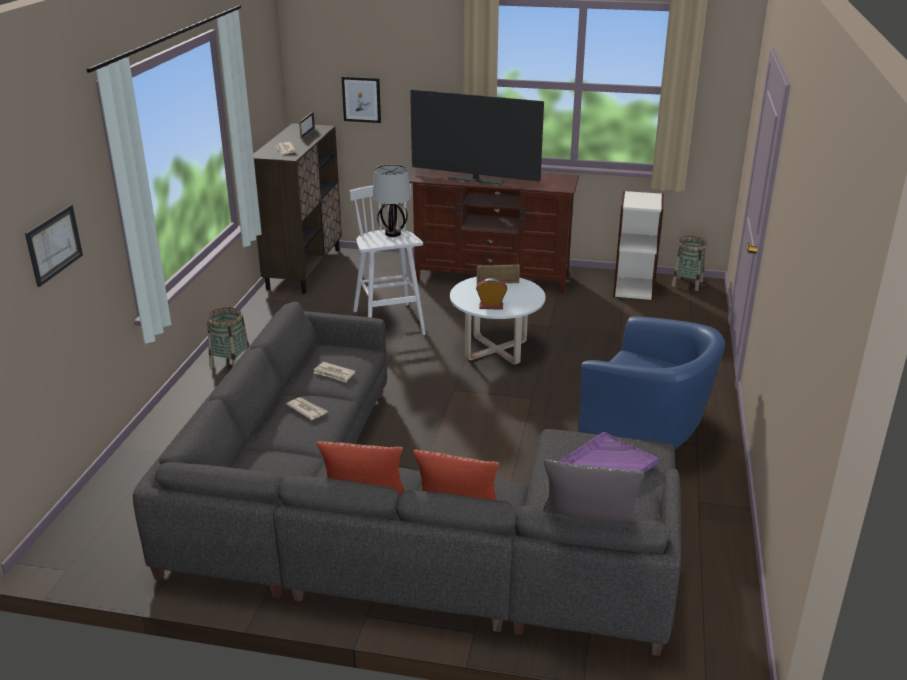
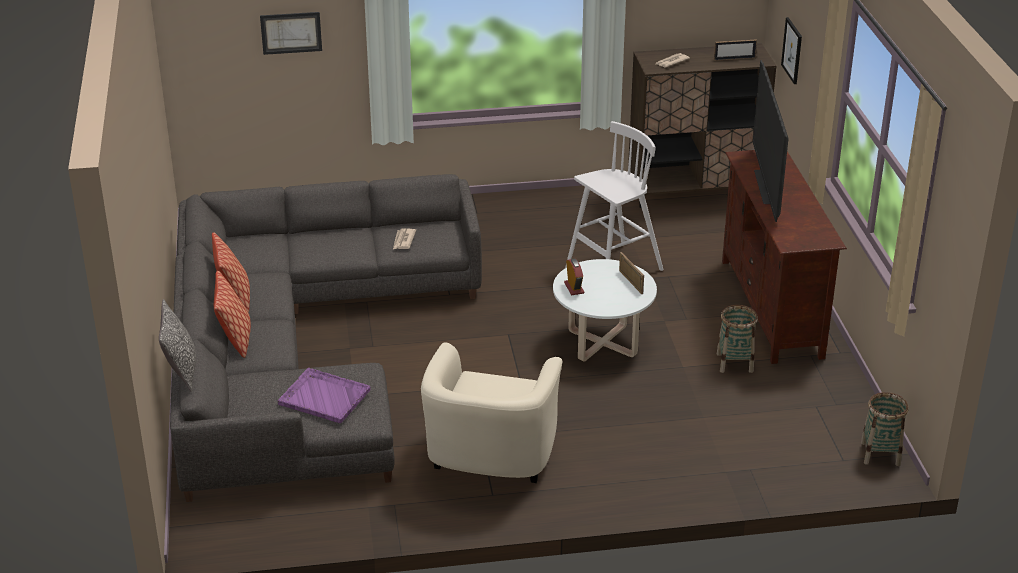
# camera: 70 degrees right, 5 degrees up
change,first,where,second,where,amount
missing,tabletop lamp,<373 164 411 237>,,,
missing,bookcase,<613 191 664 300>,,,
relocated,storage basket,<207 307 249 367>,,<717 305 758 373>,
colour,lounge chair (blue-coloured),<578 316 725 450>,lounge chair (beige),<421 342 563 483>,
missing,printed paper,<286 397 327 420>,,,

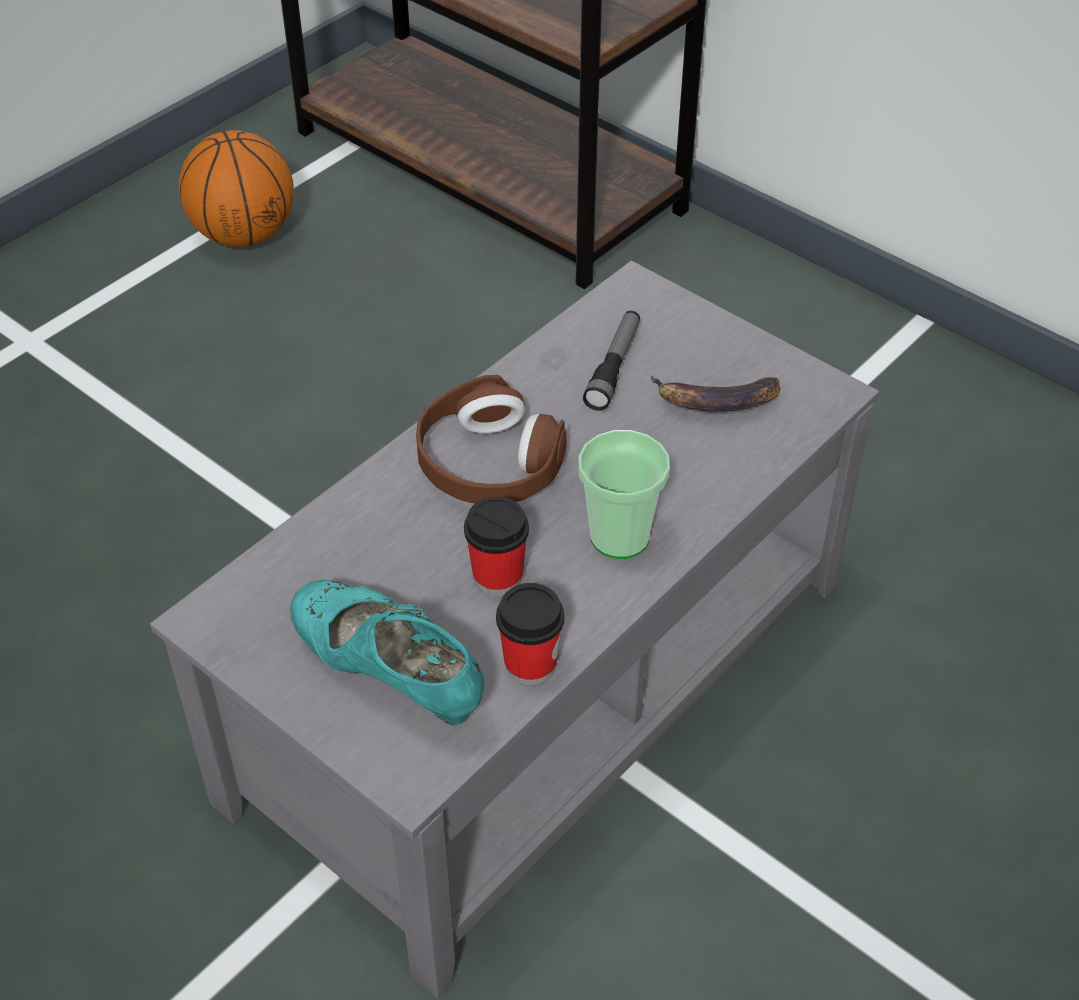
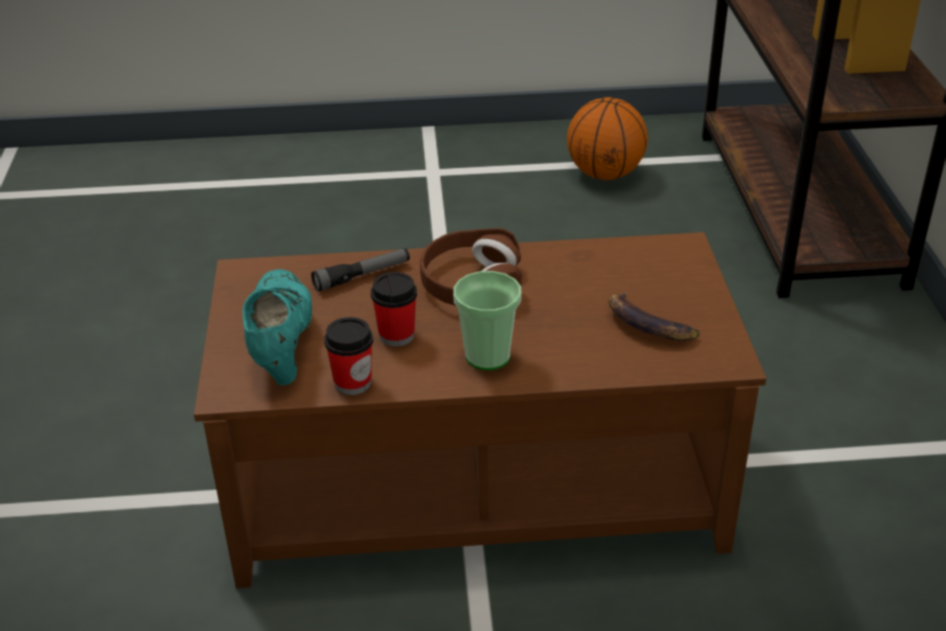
# camera: 45 degrees right, 10 degrees down
change,first,where,second,where,amount
colour,coffee table (grey),<150 261 879 999>,coffee table (brown),<194 232 767 588>,
relocated,flashlight,<583 311 640 411>,,<311 248 410 292>,

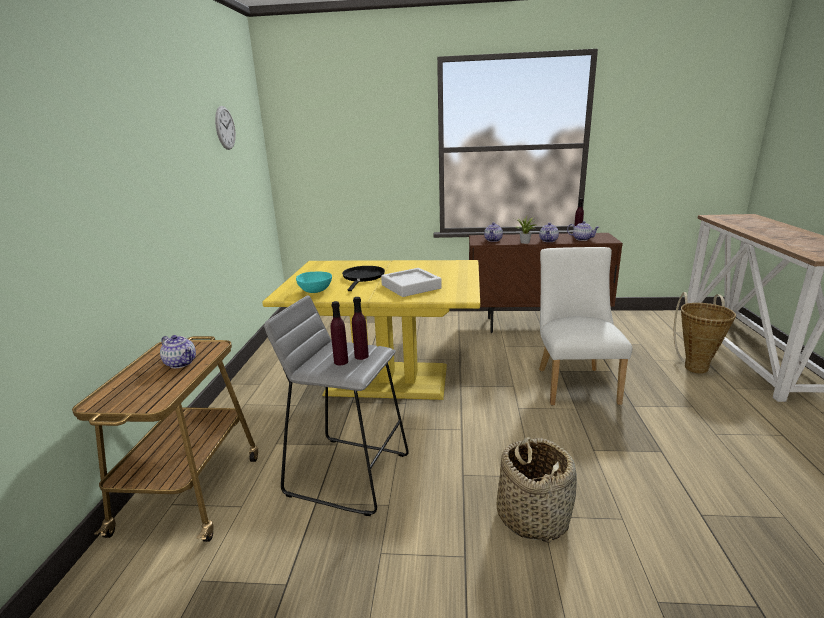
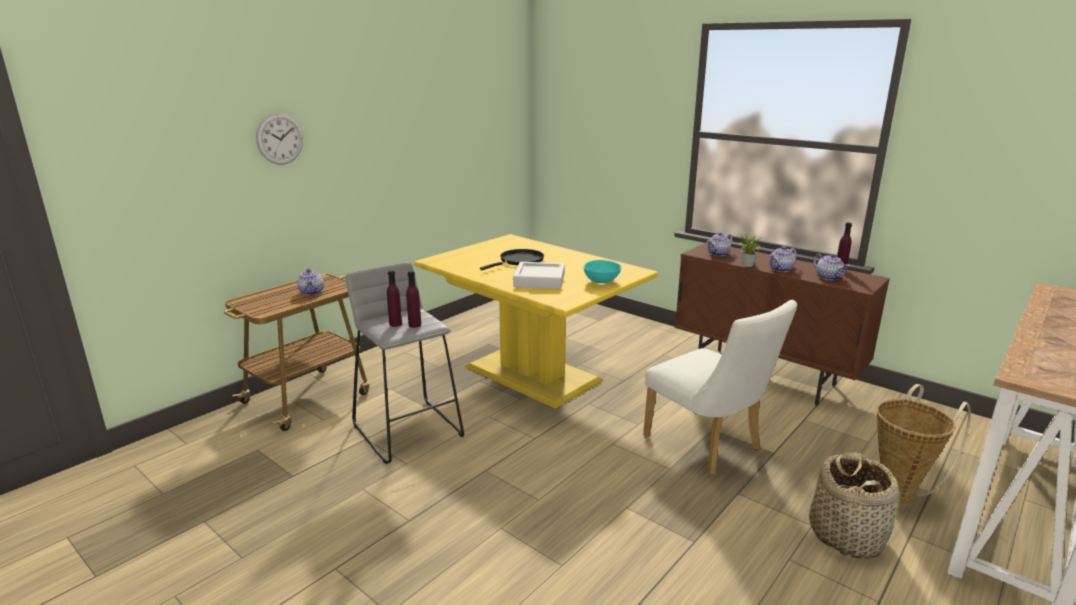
# camera: 35 degrees right, 0 degrees up
change,first,where,second,where,amount
relocated,hanging clock,<215 106 236 150>,,<256 113 303 165>,
spun,upright chair (white-coloured),<539 247 632 406>,,<643 300 797 475>,105 degrees clockwise
relocated,bowl (turquoise),<296 271 332 293>,,<583 260 621 283>,
relocated,storage basket,<497 437 577 543>,,<809 452 899 558>,

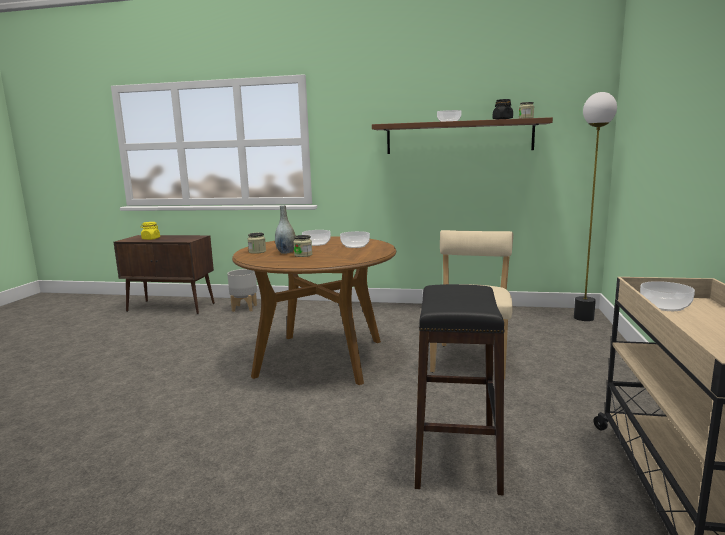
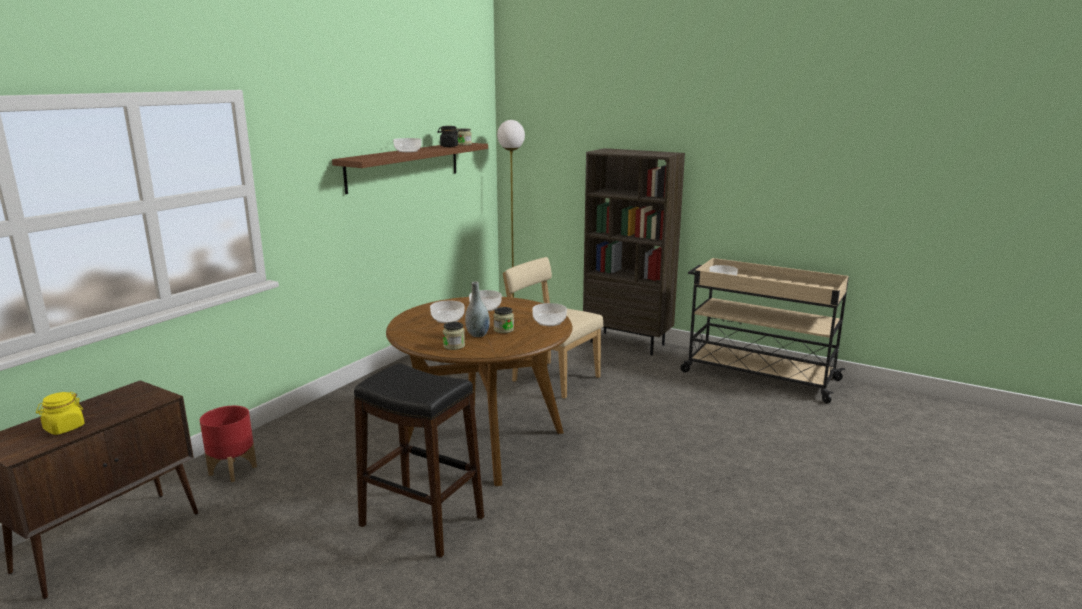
# camera: 70 degrees left, 5 degrees up
change,first,where,second,where,amount
colour,plant pot (grey),<227 269 257 312>,plant pot (reddish),<200 406 257 482>,
relocated,stool seat (black),<415 284 505 496>,,<354 364 484 558>,
appeared,,,bookcase (brown),<583 148 685 355>,
appeared,,,bowl,<532 303 567 326>,

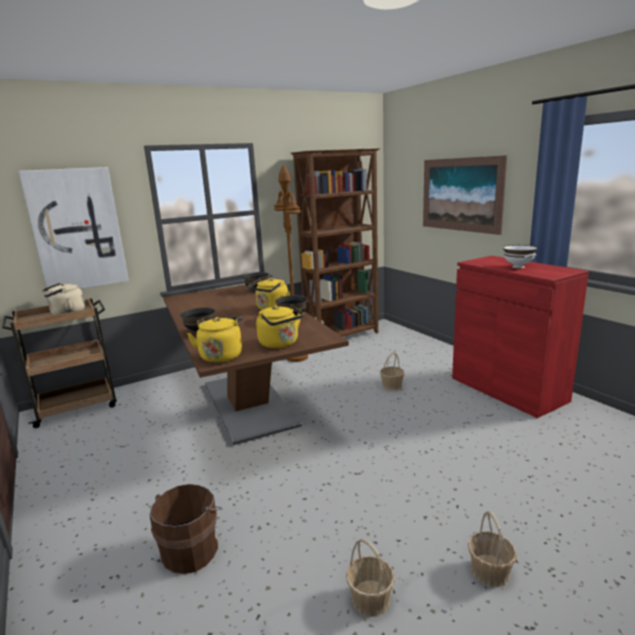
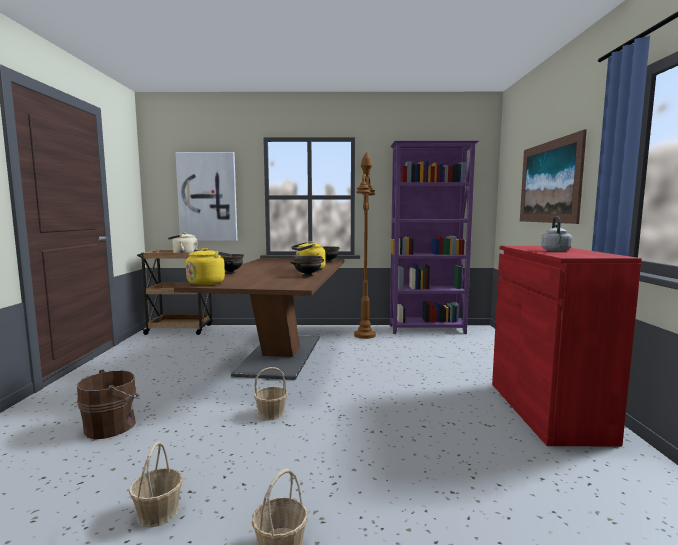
# camera: 30 degrees right, 10 degrees down
change,first,where,second,where,amount
colour,bookcase (brown),<291 148 380 337>,bookcase (purple-coloured),<390 141 479 334>,
exchanged,bowl (white-coloured),<503 245 537 268>,tea kettle (grey),<541 216 572 251>,
missing,tea kettle (yellow-coloured),<256 305 304 348>,,,
relocated,storage basket,<380 352 405 391>,,<254 367 288 420>,

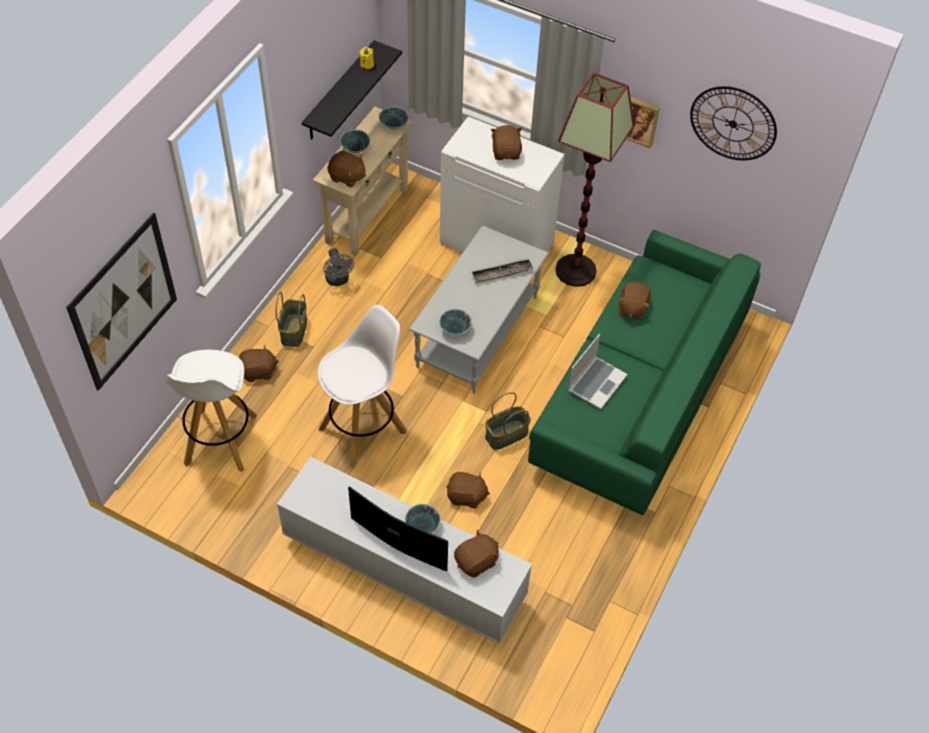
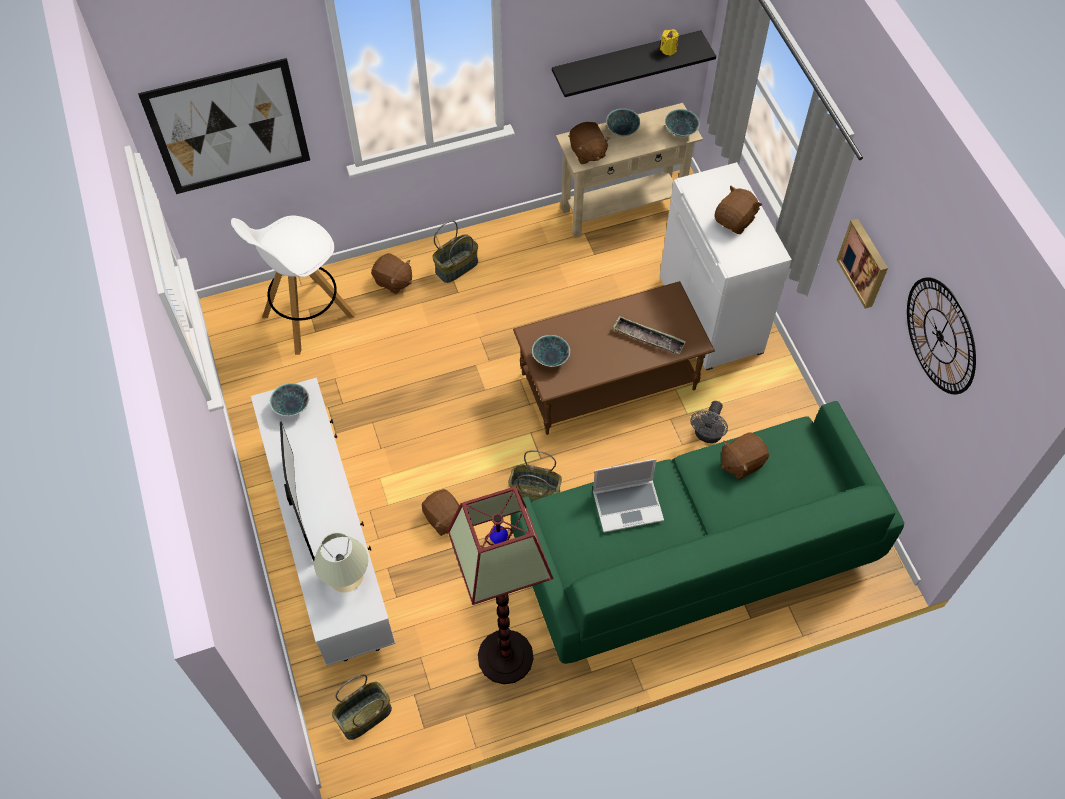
# camera: 45 degrees right, 5 degrees up
change,first,where,second,where,amount
relocated,standing lamp,<555 73 634 287>,,<447 486 554 684>,
colour,coffee table (grey),<409 225 549 394>,coffee table (brown),<513 281 715 435>,
relocated,electric fan (grey),<323 248 354 286>,,<690 401 728 443>,
missing,stool seat (white-coloured),<318 305 407 467>,,,
relocated,bowl,<405 504 441 534>,,<270 383 309 416>,
exchanged,soft toy (brown),<454 529 499 578>,tabletop lamp (beige),<314 532 368 593>,
appeared,,,storage basket,<332 674 392 740>,

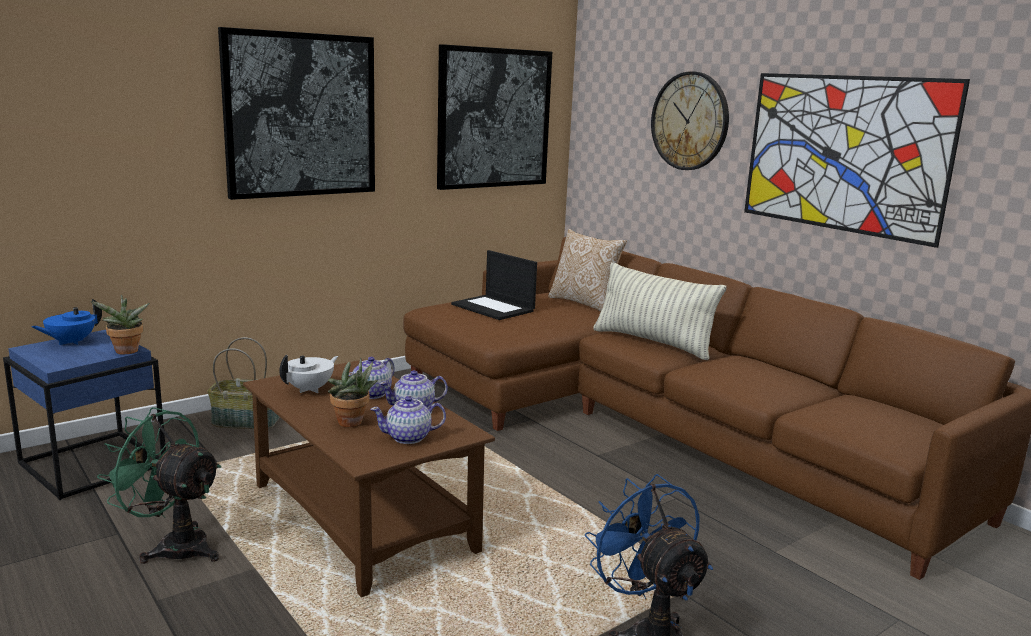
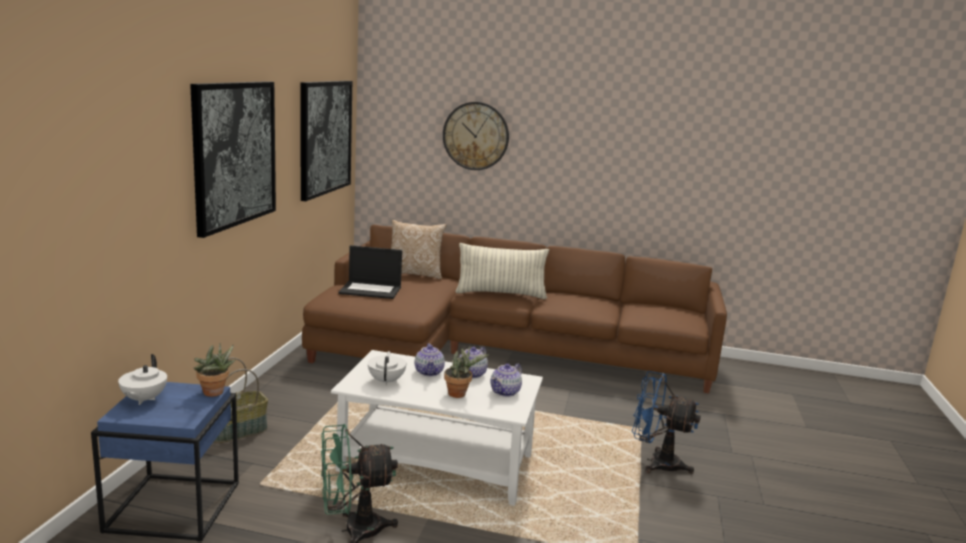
# camera: 40 degrees left, 0 degrees up
change,first,where,second,where,amount
missing,wall picture,<744 73 970 248>,,,
colour,pot for tea (blue-coloured),<31 299 102 345>,pot for tea (white-coloured),<118 354 167 405>,
colour,coffee table (brown),<243 359 495 597>,coffee table (white-coloured),<331 350 543 506>,

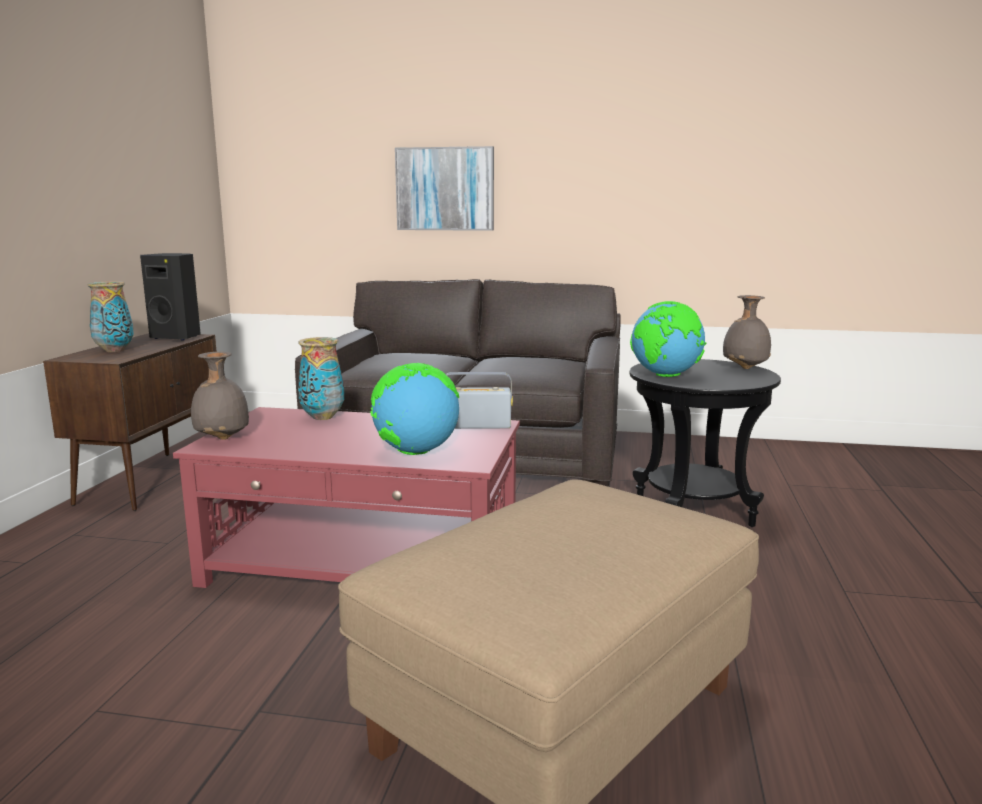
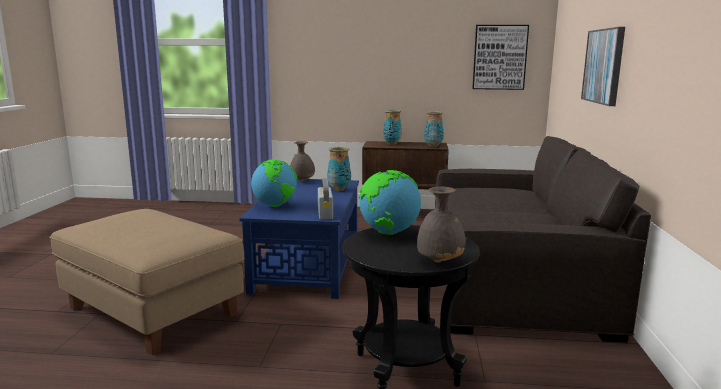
# camera: 85 degrees right, 0 degrees up
change,first,where,second,where,amount
exchanged,audio speaker (black),<140 253 201 341>,flower vase,<424 111 444 147>,
colour,coffee table (reddish),<173 407 520 588>,coffee table (blue-coloured),<239 179 359 299>,
appeared,,,wall picture,<472 25 529 90>,

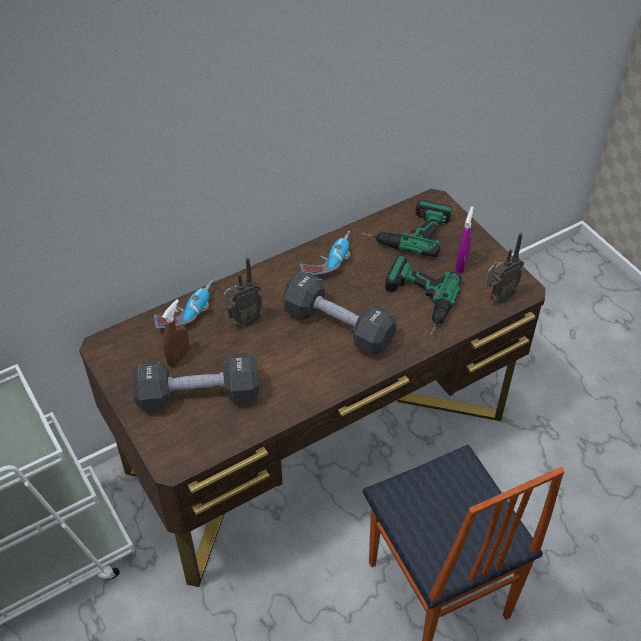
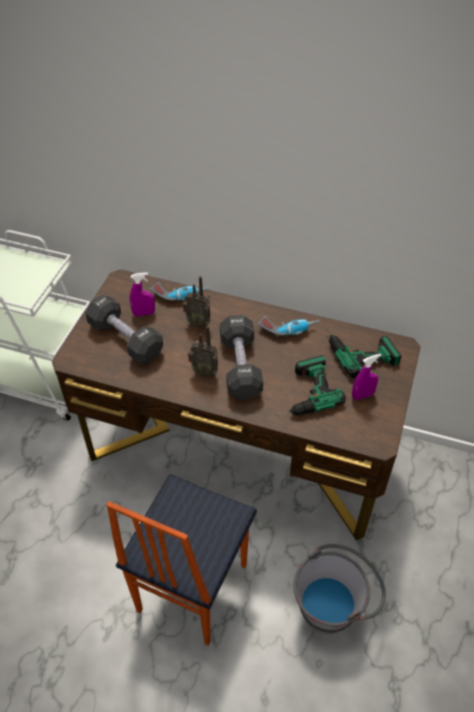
# camera: 50 degrees right, 0 degrees up
change,first,where,second,where,amount
relocated,radio,<485 233 524 304>,,<188 326 218 377>,
colour,sprayer (brown),<162 299 189 367>,sprayer (purple-coloured),<130 272 155 316>,
appeared,,,water bucket (grey),<293 544 386 634>,

